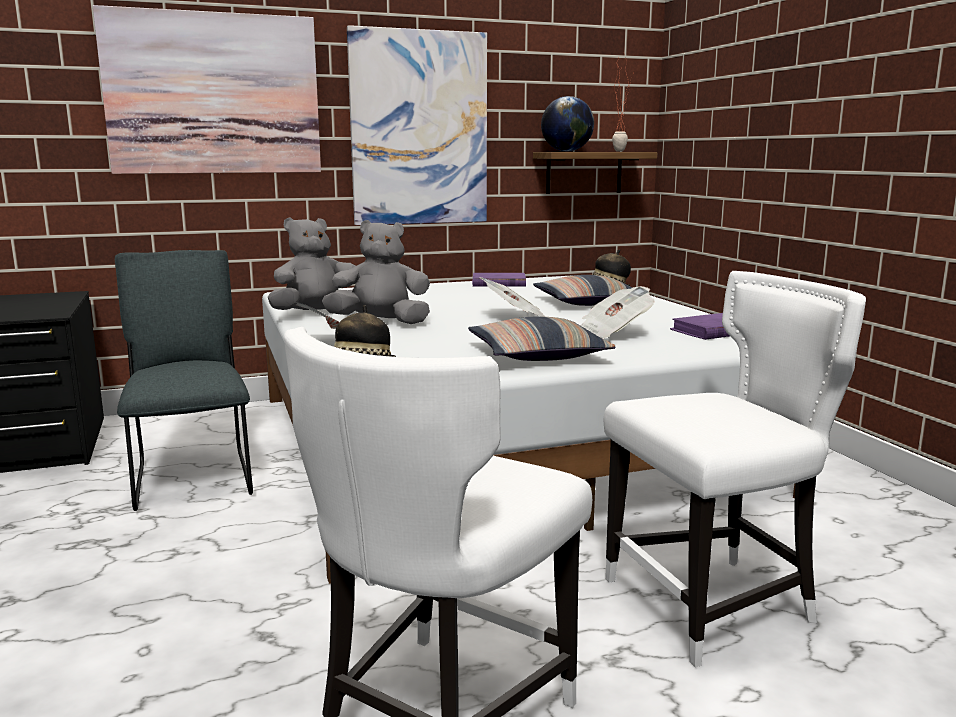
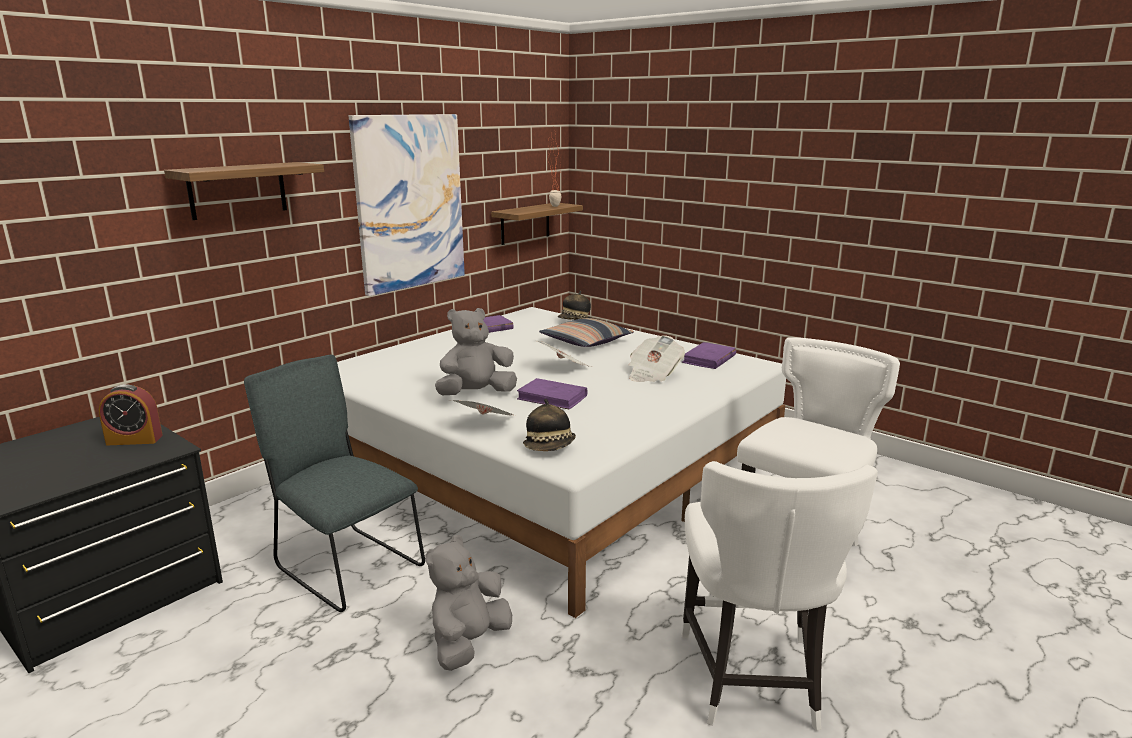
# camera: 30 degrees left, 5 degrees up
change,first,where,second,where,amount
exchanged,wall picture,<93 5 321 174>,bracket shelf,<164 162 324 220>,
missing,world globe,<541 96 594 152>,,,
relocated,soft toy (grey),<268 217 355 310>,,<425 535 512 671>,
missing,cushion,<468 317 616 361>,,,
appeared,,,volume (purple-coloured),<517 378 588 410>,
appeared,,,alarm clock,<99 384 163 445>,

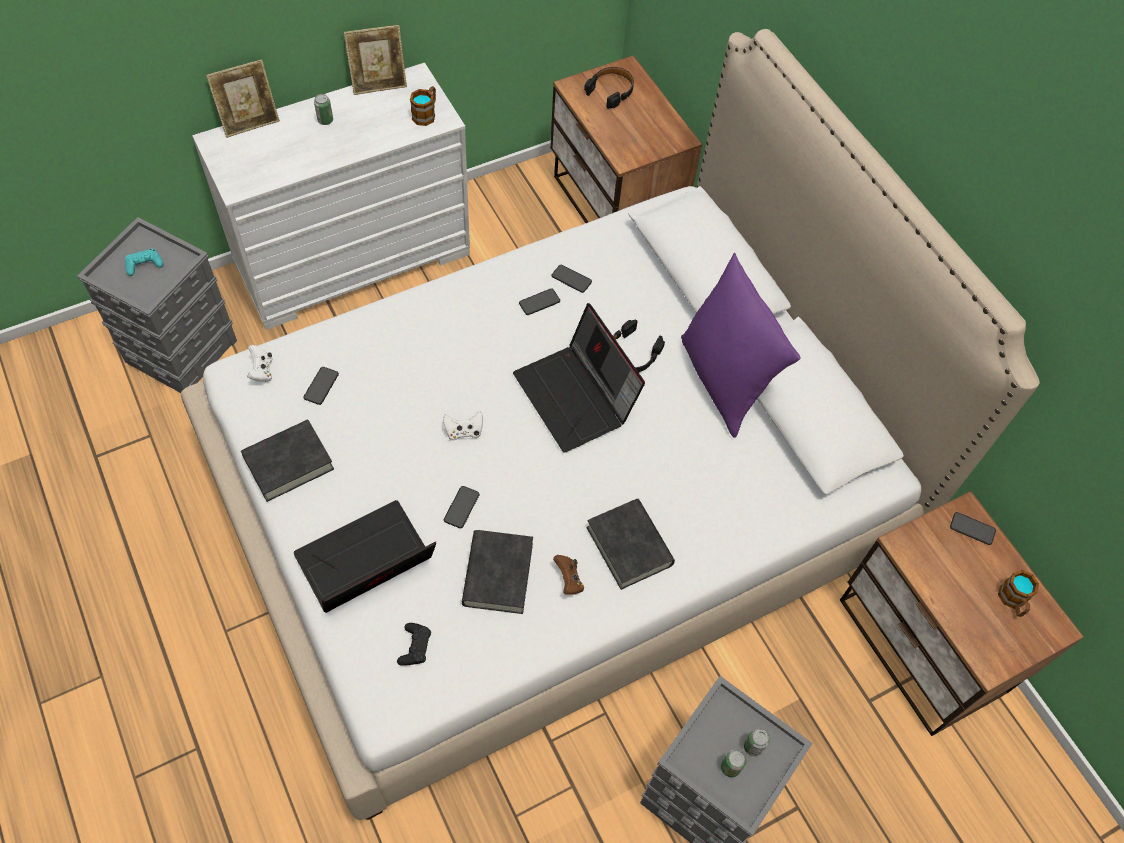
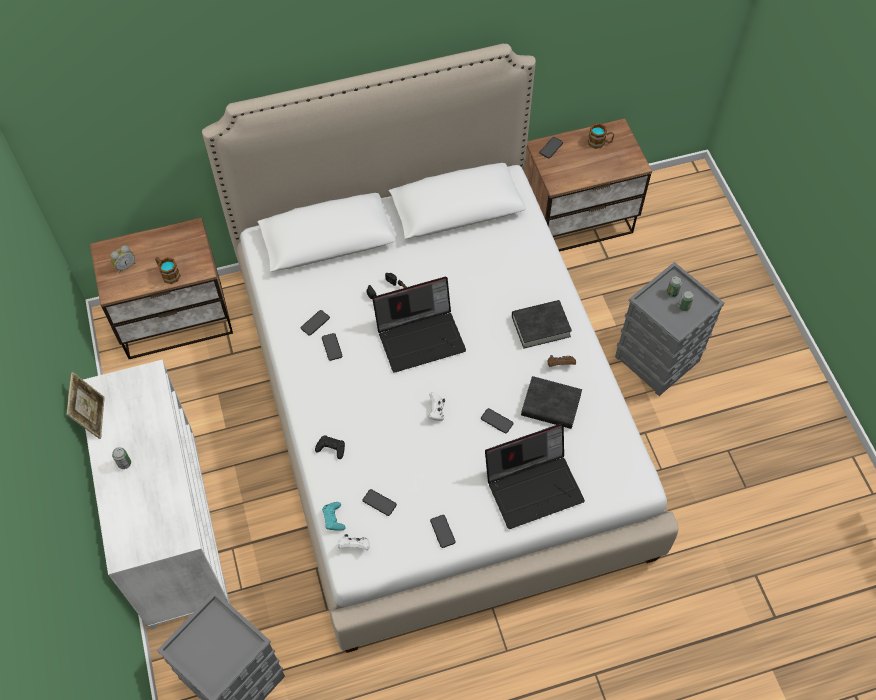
# camera: 75 degrees left, 0 degrees up
change,first,where,second,where,amount
missing,standing frame,<206 59 280 138>,,,
exchanged,headset (black),<584 67 634 109>,alarm clock,<111 245 136 273>,
relocated,coffee mug,<410 86 436 126>,,<155 257 180 284>,
relocated,gamepad (turquoise),<125 248 163 276>,,<322 502 346 531>,
missing,cushion (purple-coloured),<681 253 801 438>,,,
exchanged,volume (black),<241 419 334 502>,telephone,<430 515 456 548>,
spun,laptop,<294 500 436 613>,,<485 423 585 529>,90 degrees counterclockwise
relocated,gamepad (black),<397 623 431 666>,,<315 435 345 459>,

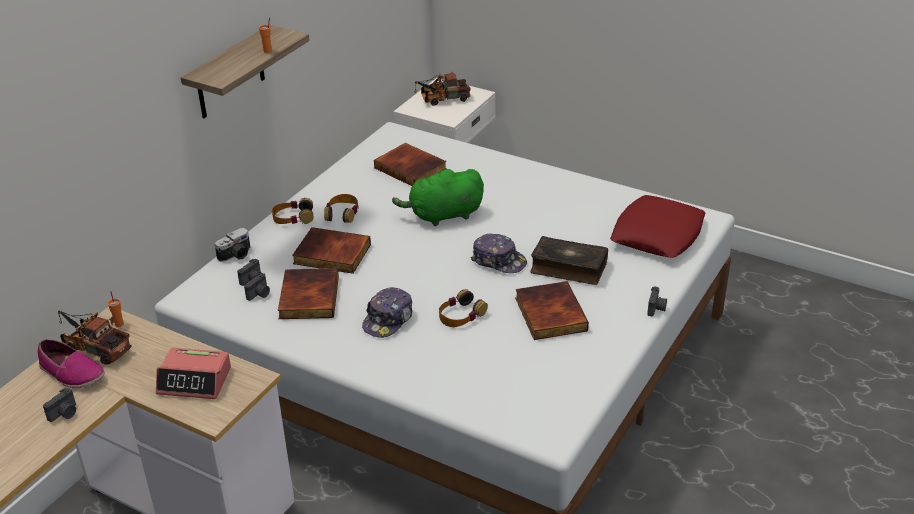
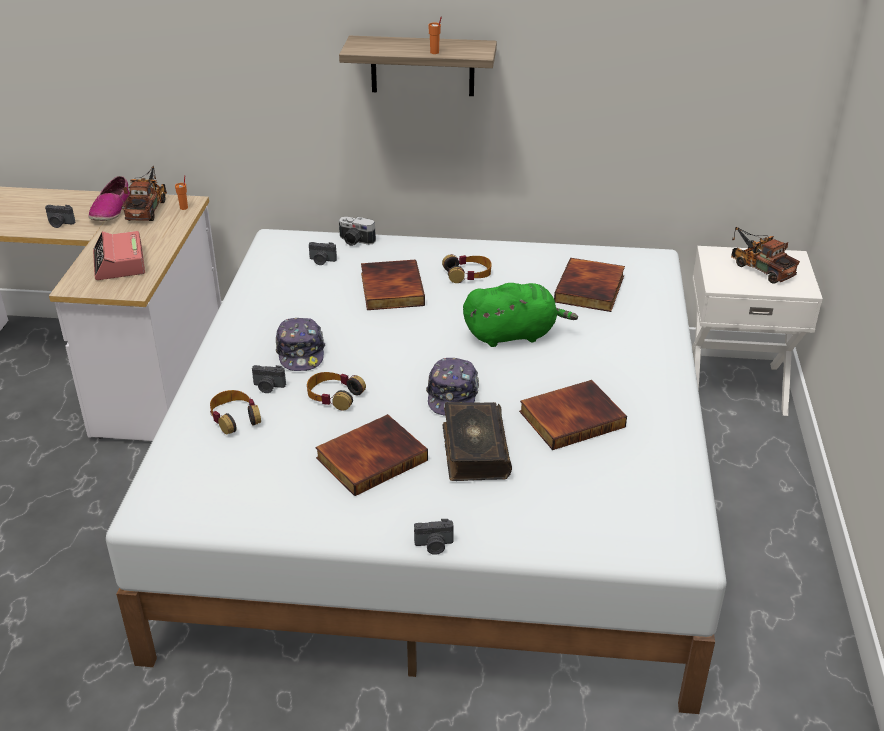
# camera: 65 degrees right, 0 degrees up
change,first,where,second,where,amount
spun,soft toy (green-coloured),<392 169 484 226>,,<463 283 578 347>,120 degrees clockwise
missing,cushion (reddish),<610 195 705 258>,,,
relocated,headset,<272 198 313 224>,,<210 390 261 435>,
relocated,volume,<278 268 339 319>,,<519 380 627 450>,
relocated,photo camera,<244 273 270 301>,,<252 365 286 393>,
spun,cap,<362 287 412 338>,,<276 318 325 371>,105 degrees counterclockwise

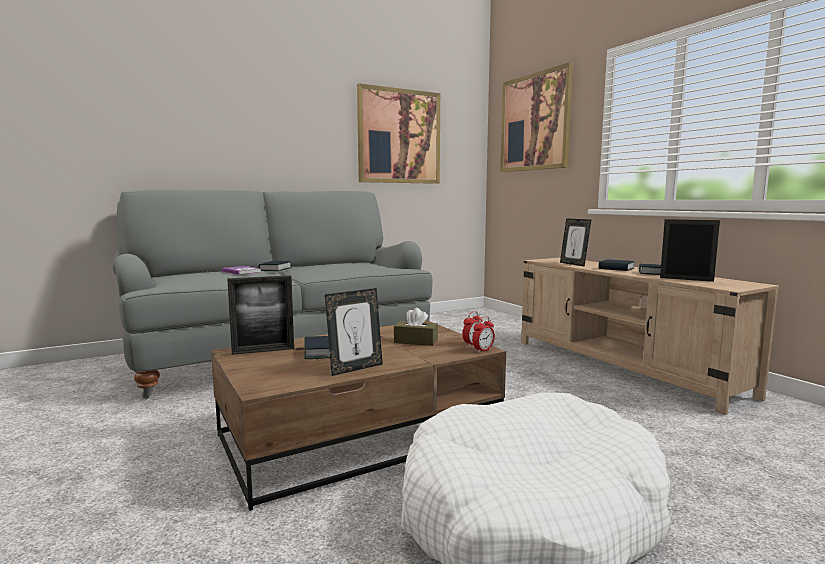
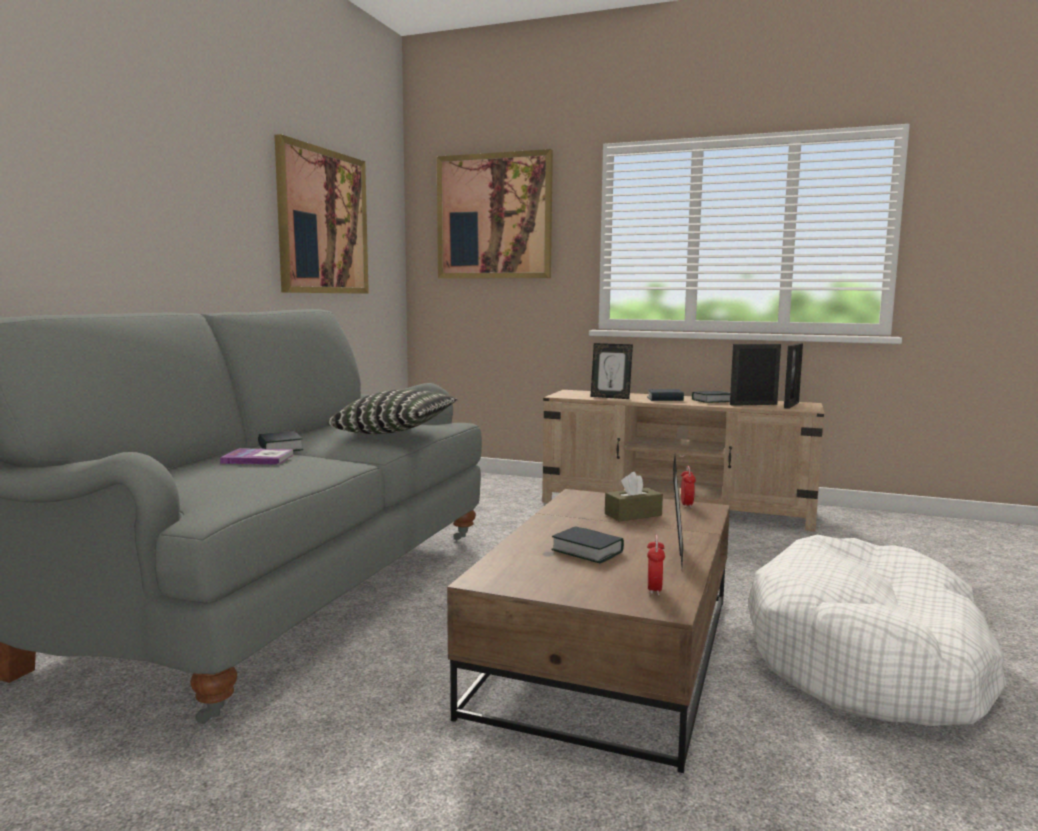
# camera: 40 degrees left, 0 degrees up
change,first,where,second,where,amount
relocated,standing frame,<227 275 294 355>,,<784 343 803 409>,
relocated,alarm clock,<472 316 495 353>,,<647 535 665 596>,
appeared,,,cushion,<328 389 458 434>,

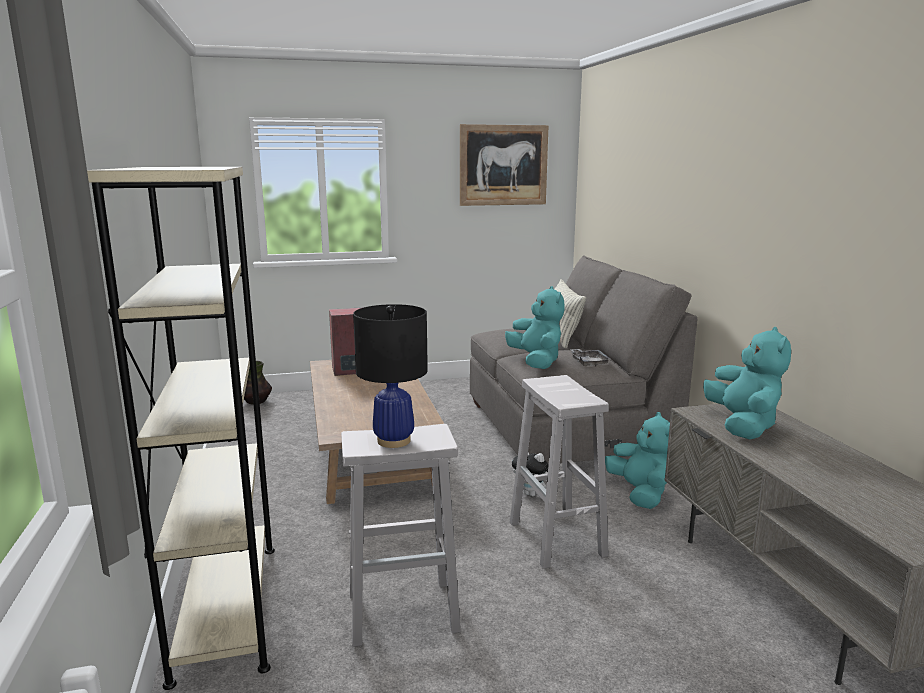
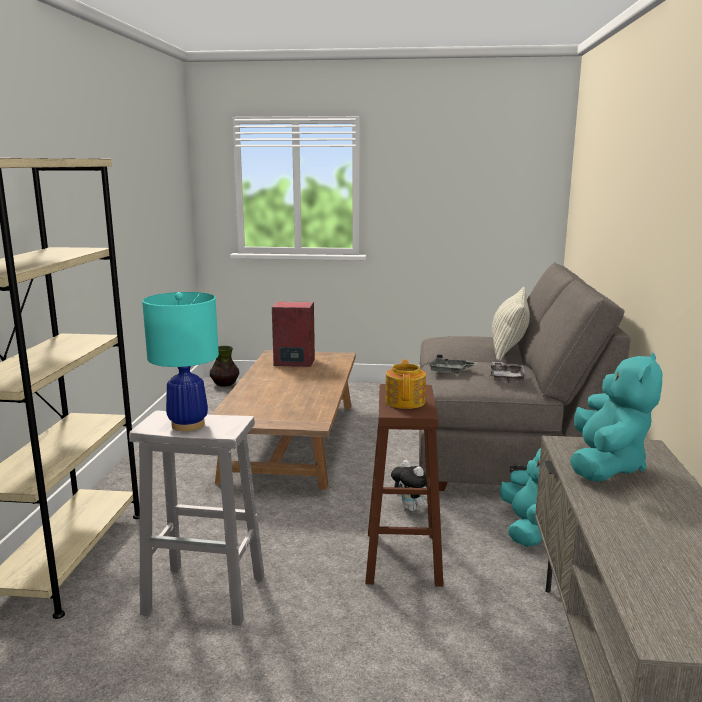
# camera: 20 degrees right, 0 degrees up
change,first,where,second,where,amount
missing,wall picture,<460 124 549 206>,,,
exchanged,soft toy (turquoise),<505 286 565 369>,carrying tray (grey),<427 354 478 374>,
colour,tabletop lamp (black),<353 304 428 448>,tabletop lamp (turquoise),<142 292 219 431>,
colour,stool seat (white-coloured),<510 375 609 569>,stool seat (brown),<365 384 444 587>,
appeared,,,pot for tea,<385 359 426 409>,

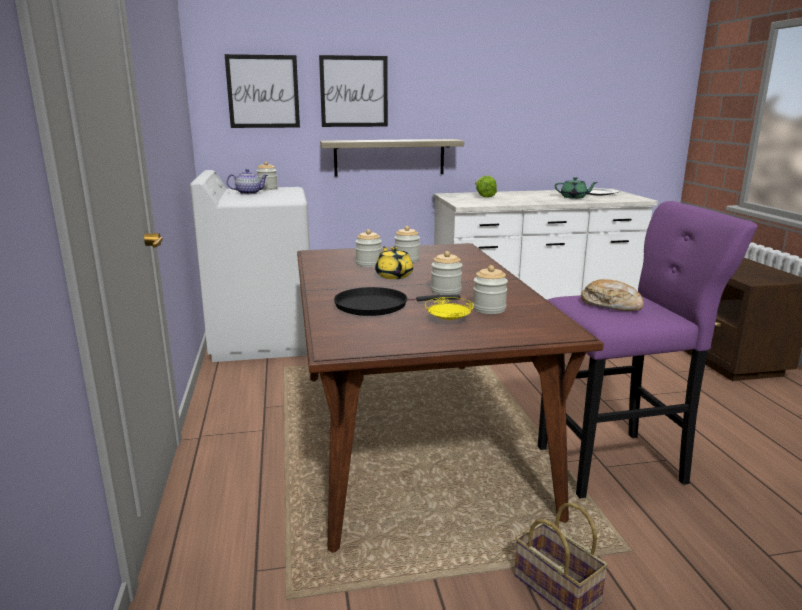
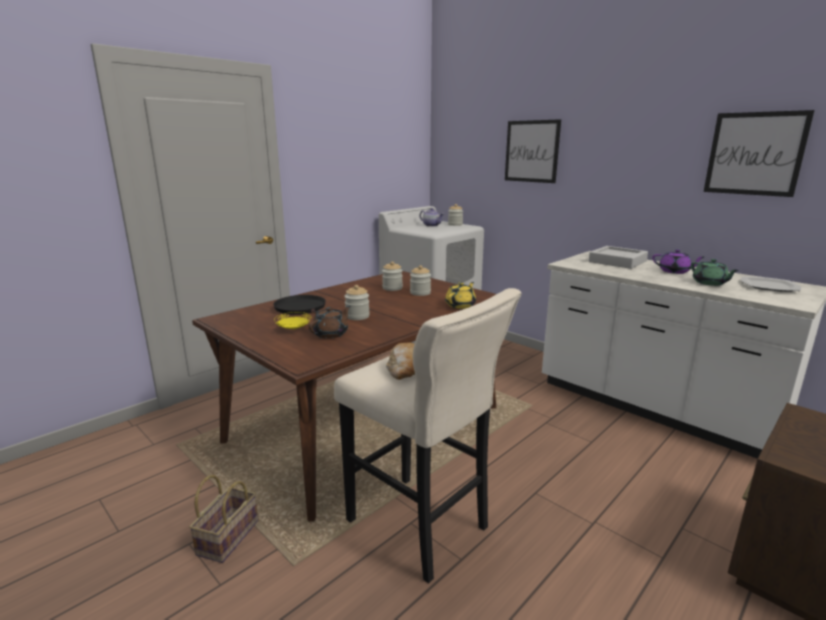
# camera: 55 degrees right, 0 degrees up
change,first,where,second,where,amount
relocated,wall picture,<225 54 300 128>,,<704 110 815 197>,
missing,bracket shelf,<320 139 464 177>,,,
exchanged,lettuce,<475 175 497 198>,carrying tray (grey),<589 246 648 269>,
colour,stool seat (purple-coloured),<538 201 758 499>,stool seat (beige),<334 288 522 584>,
relocated,pot for tea (yellow-coloured),<375 246 413 279>,,<445 282 476 309>,
exchanged,preserve jar,<473 265 508 314>,pot for tea (brown),<308 306 350 339>,
appeared,,,pot for tea (purple-coloured),<652 249 704 274>,

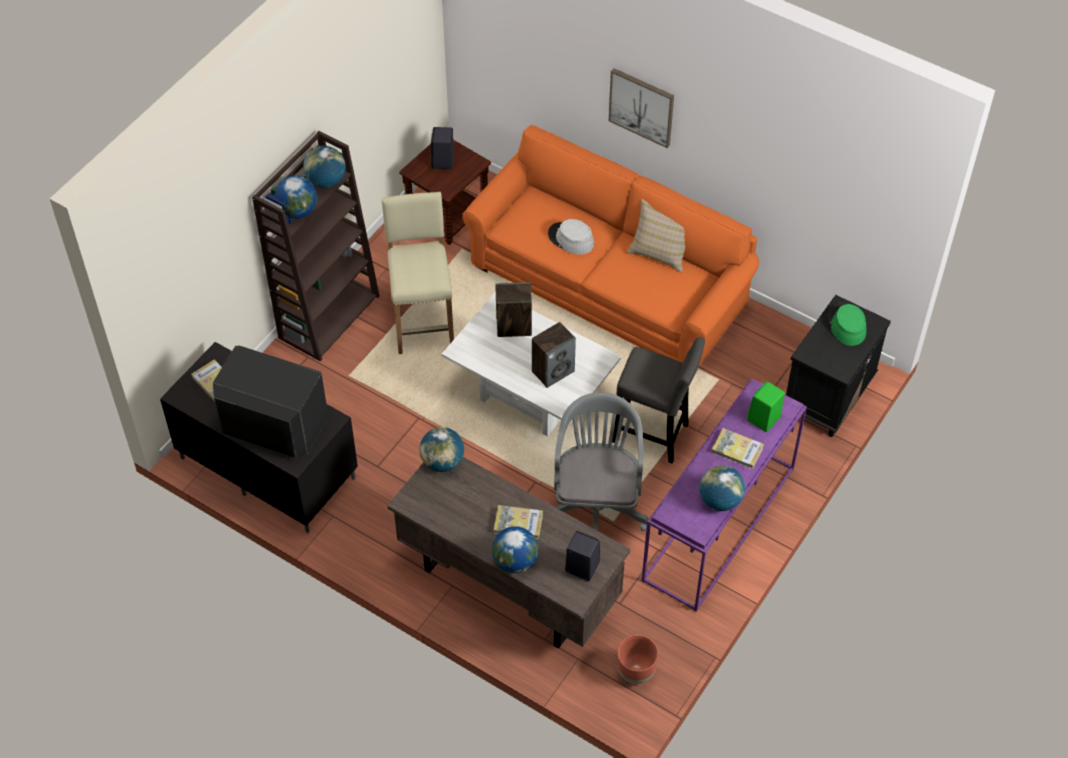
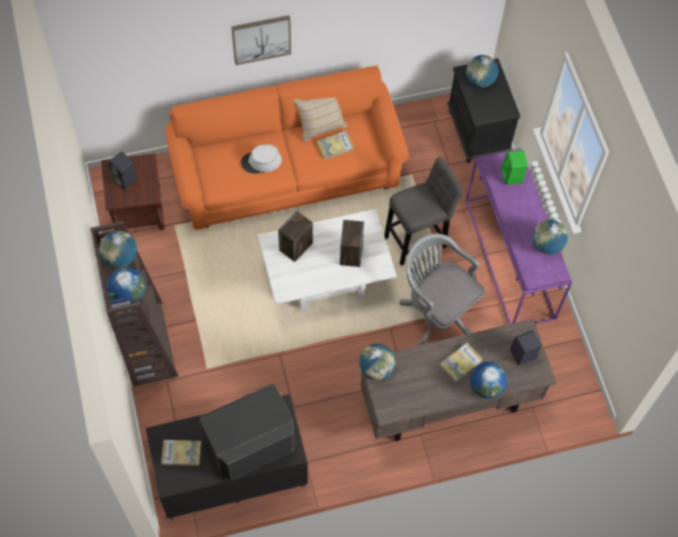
# camera: 50 degrees left, 10 degrees up
change,first,where,second,where,amount
missing,stool seat (beige),<382 192 454 354>,,,
exchanged,clothing hat (green-coloured),<828 302 867 346>,world globe,<466 55 498 87>,
relocated,volume,<711 428 764 469>,,<317 131 354 160>,
missing,plant pot (brown),<617 635 658 684>,,,

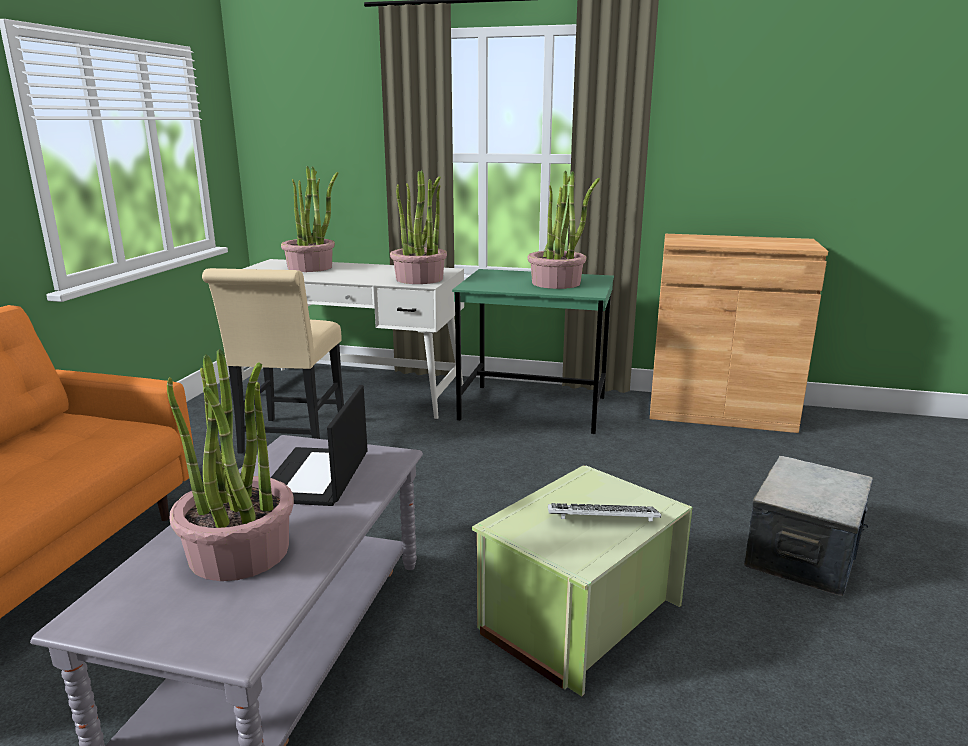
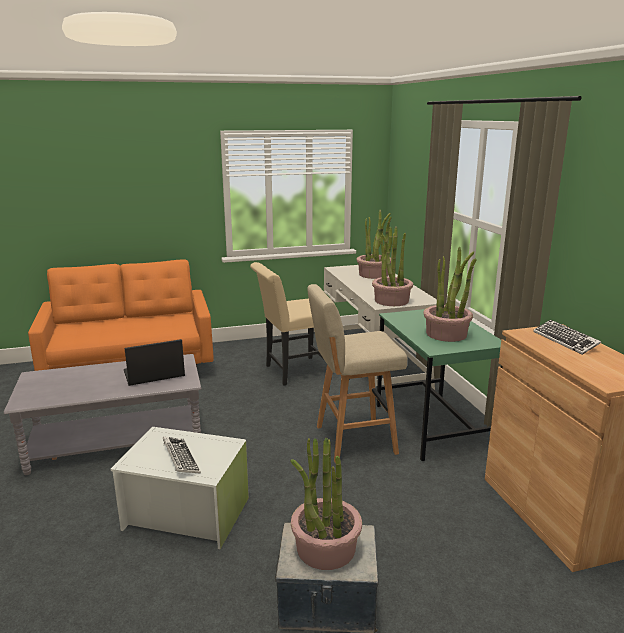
# camera: 60 degrees right, 0 degrees up
change,first,where,second,where,amount
relocated,houseplant,<167 349 294 581>,,<291 437 362 570>,
colour,storage bin (green-coloured),<472 465 692 696>,storage bin (white-coloured),<110 427 249 549>,
appeared,,,stool seat (beige),<307 284 407 463>,
appeared,,,PC keyboard,<533 320 601 355>,

